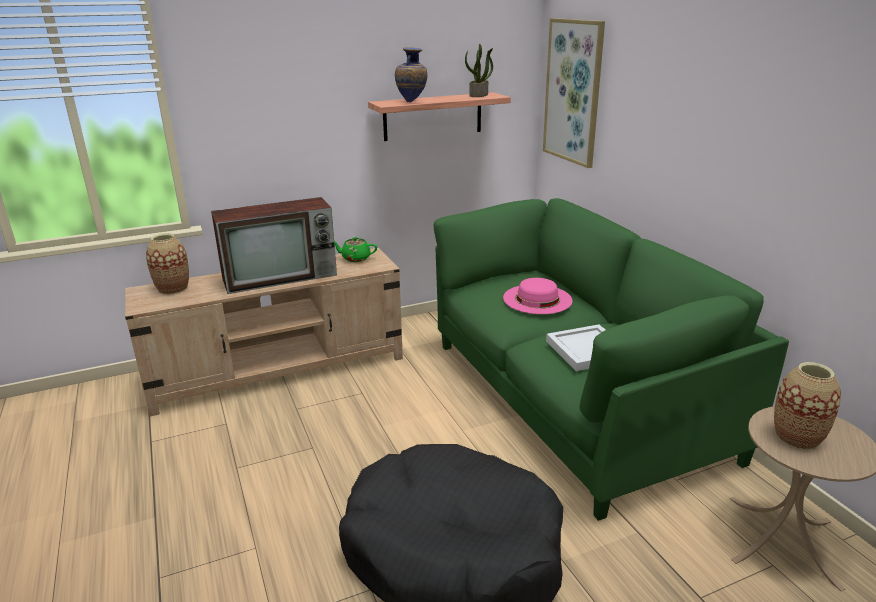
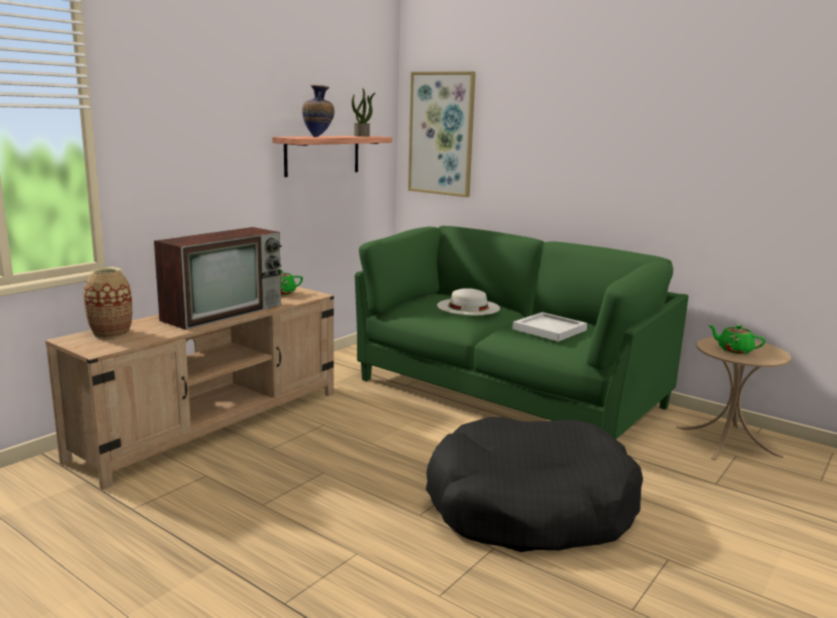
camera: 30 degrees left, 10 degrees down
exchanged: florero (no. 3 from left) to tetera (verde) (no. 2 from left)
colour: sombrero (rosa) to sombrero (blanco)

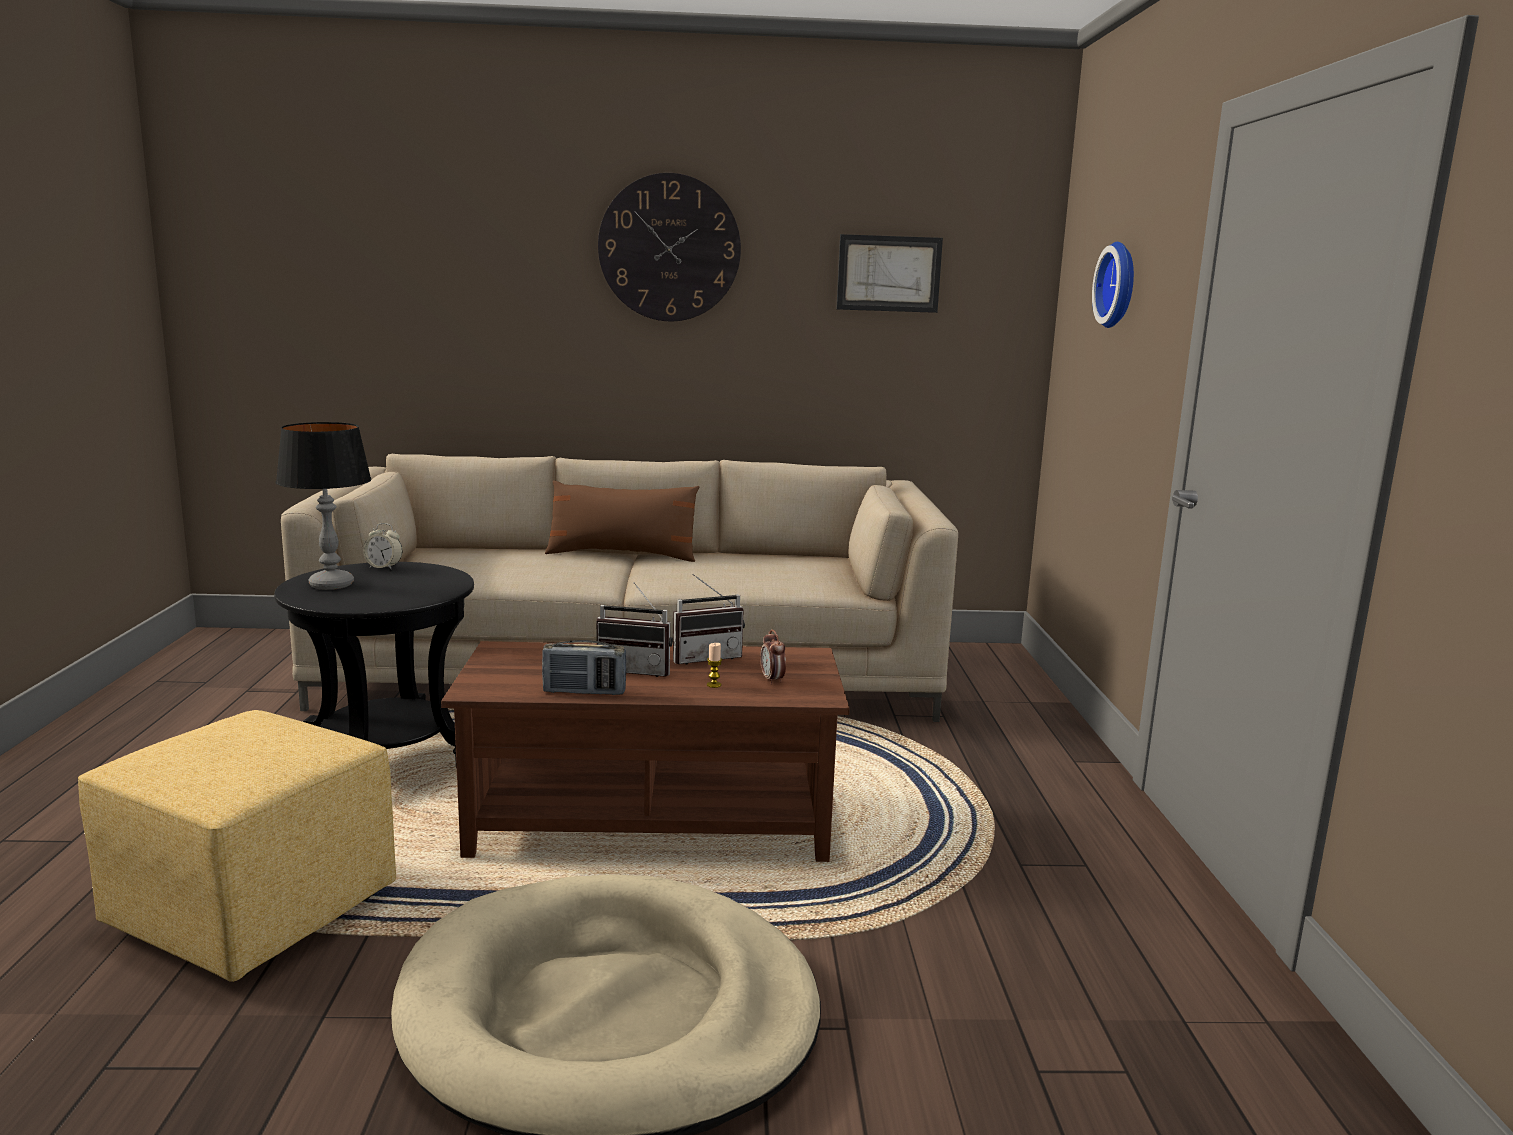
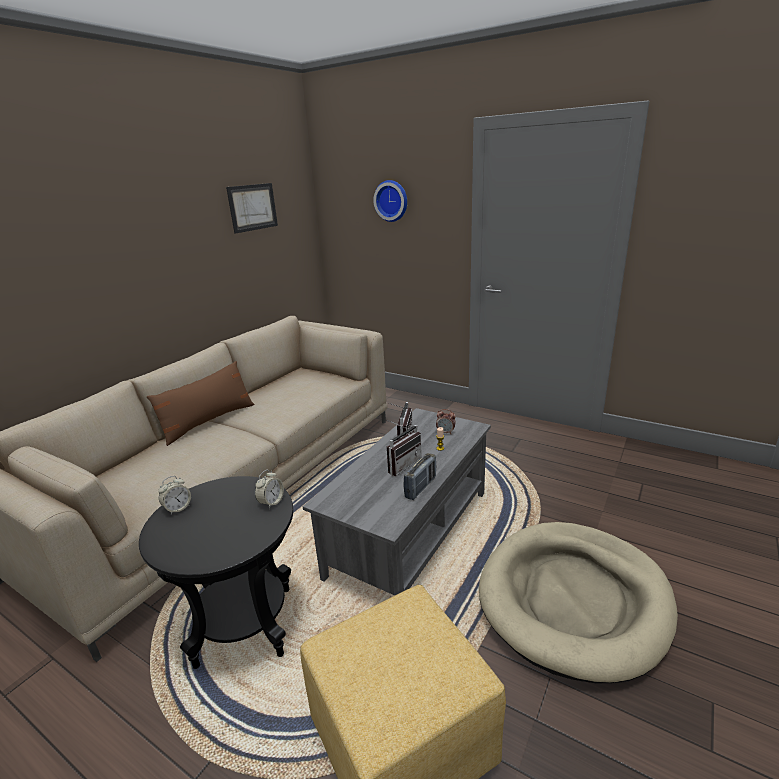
camera: 55 degrees left, 10 degrees up
missing: reloj de pared (no. 1 from left); lámpara de mesa
appeared: despertador (no. 2 from left)
colour: mesa de centro (marrón) to mesa de centro (gris)

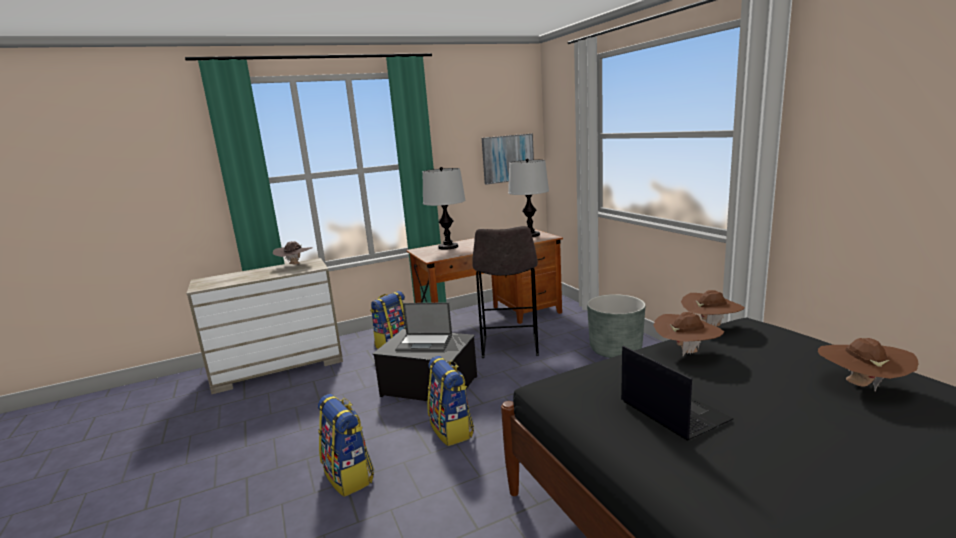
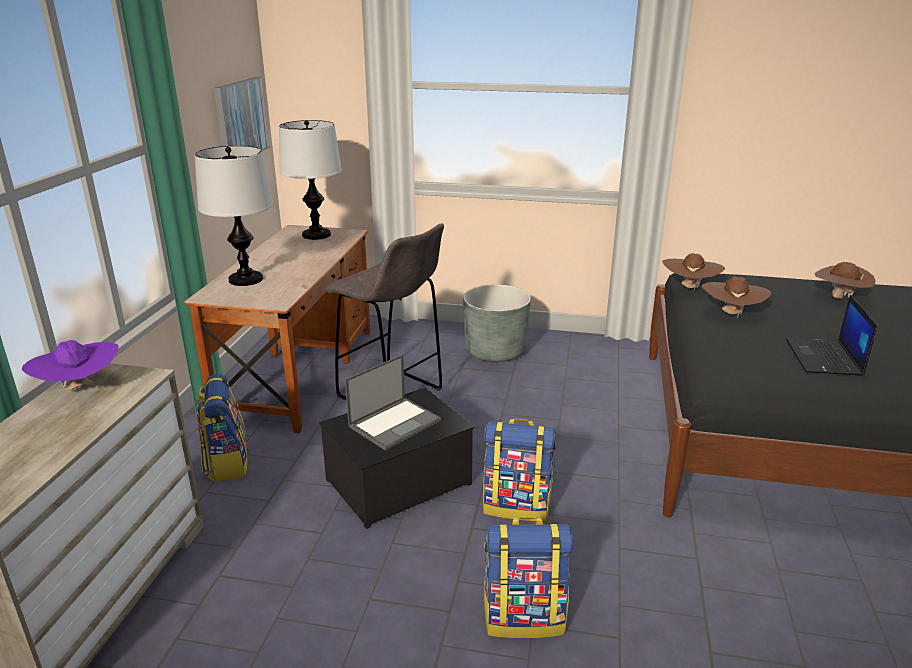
camera: 55 degrees left, 10 degrees up
colour: sombrero (marrón) (no. 1 from left) to sombrero (morado)
spun: portátil (no. 2 from left) 90 degrees counterclockwise

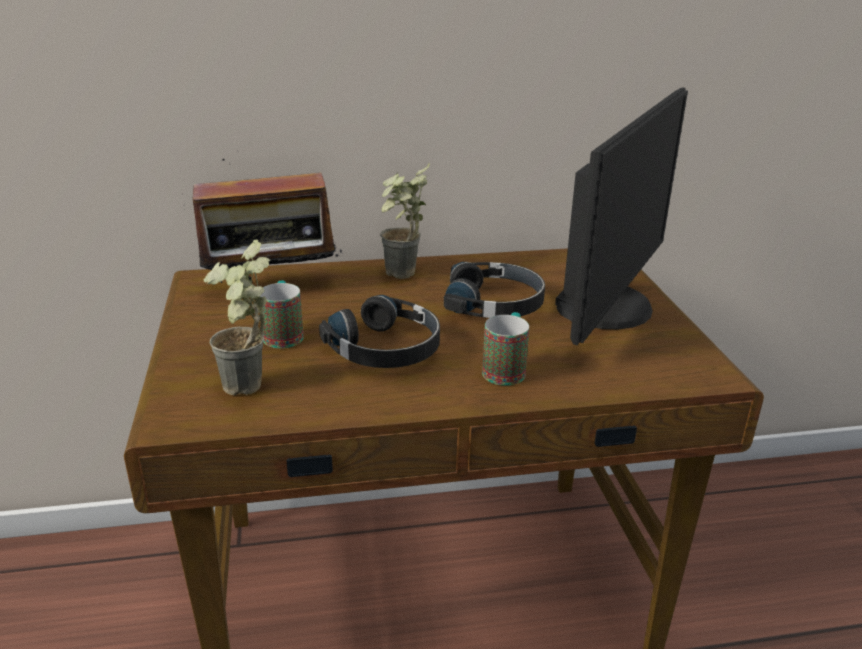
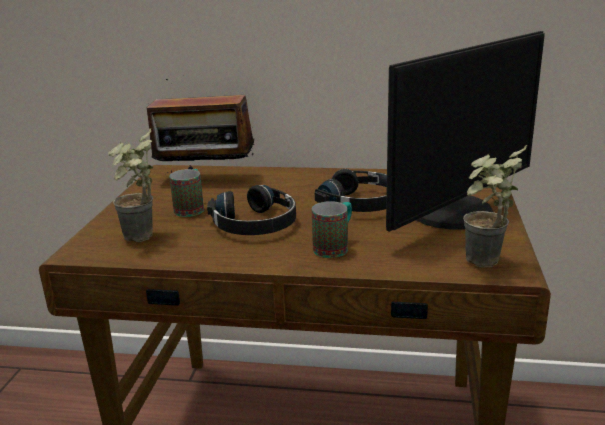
camera: 20 degrees right, 5 degrees down
relocated: planta en maceta (no. 2 from left)

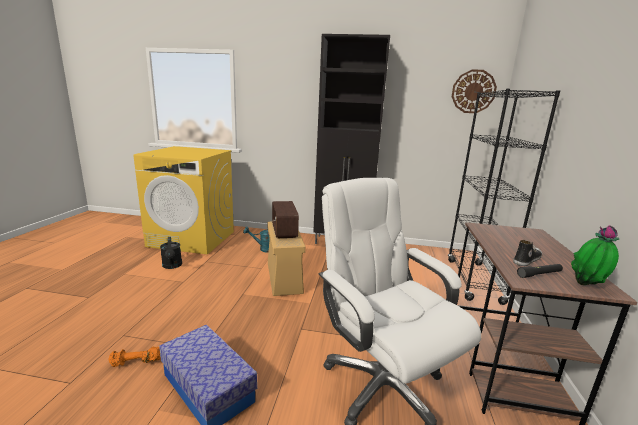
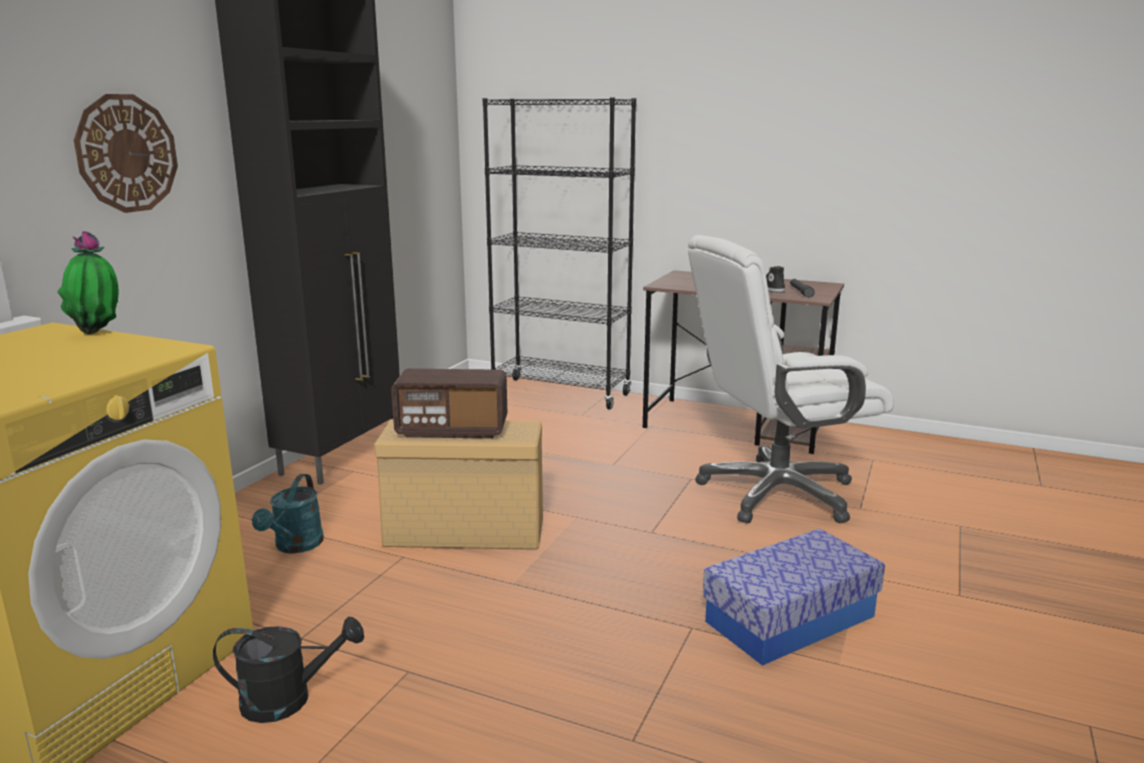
camera: 75 degrees left, 0 degrees up
missing: mancuerna (naranja)
relocated: reloj de pared; planta en maceta

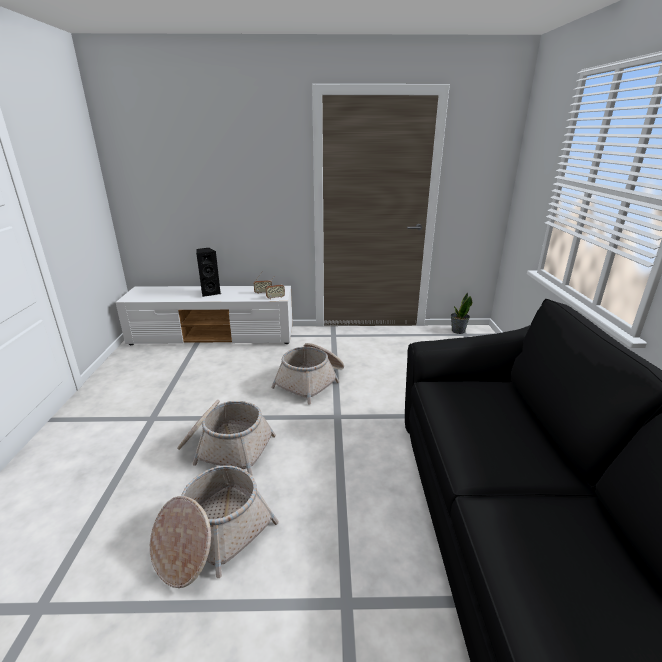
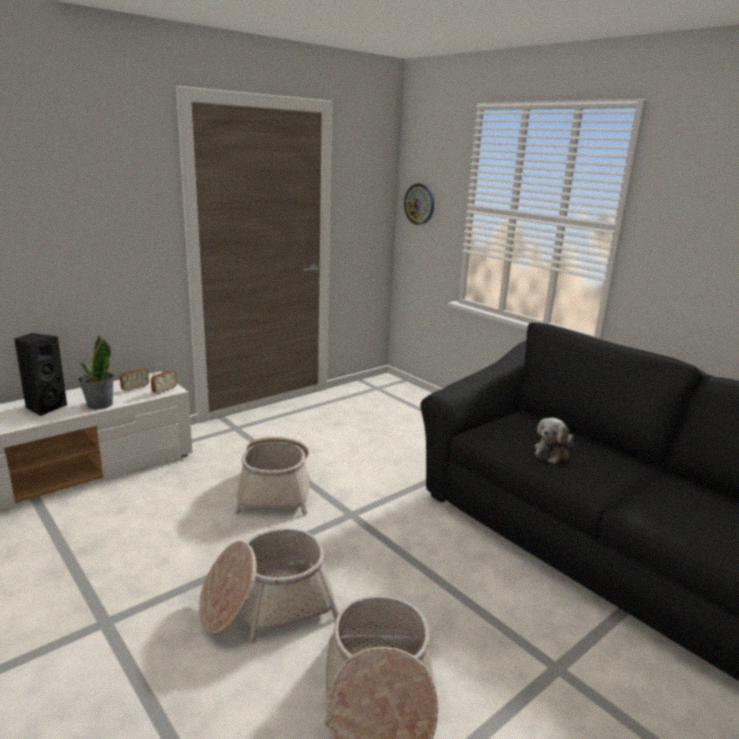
camera: 40 degrees left, 5 degrees down
appeared: reloj de pared; peluche
relocated: planta en maceta

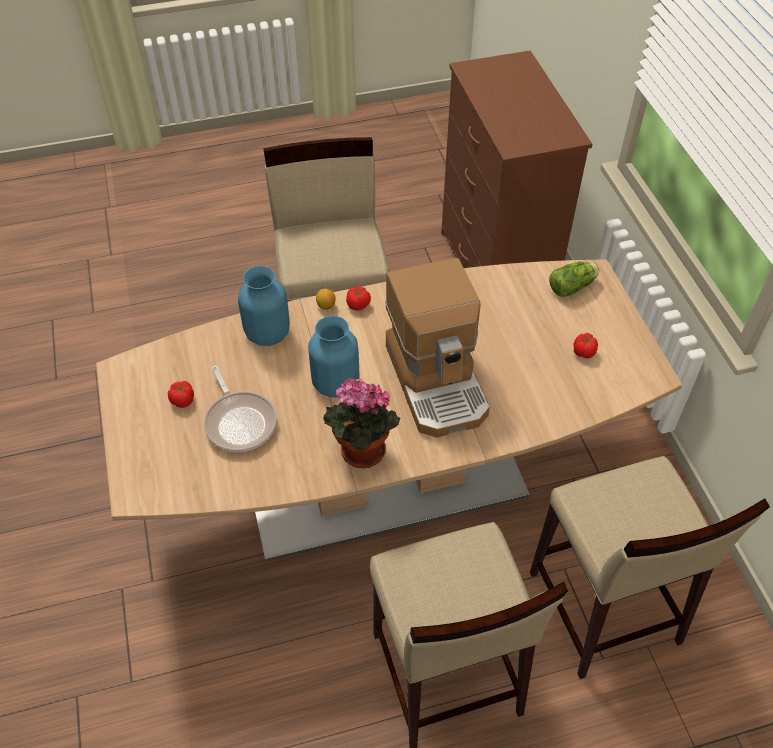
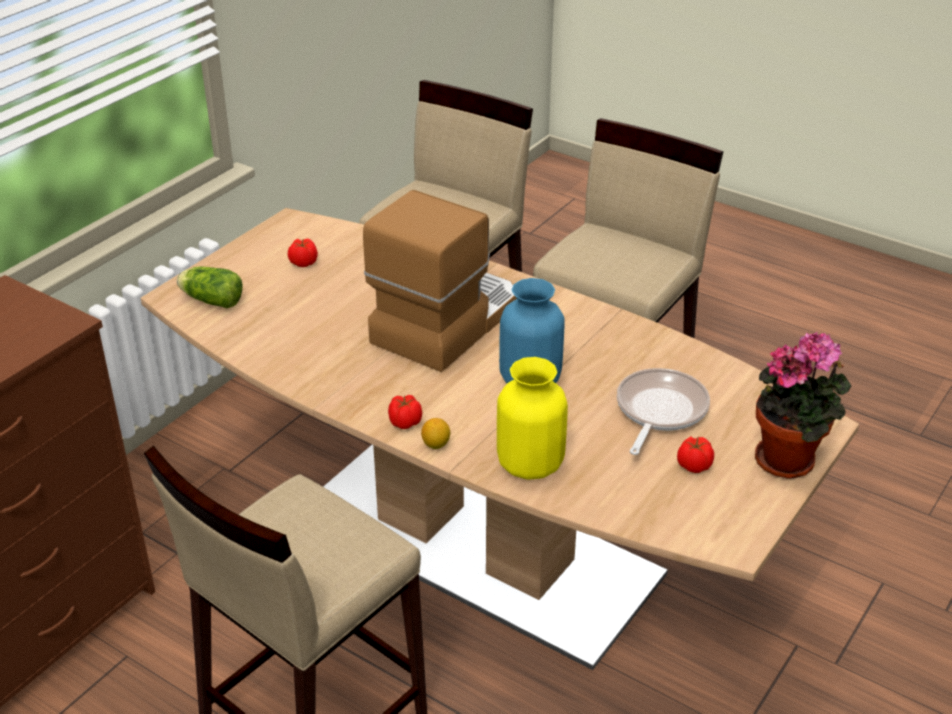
camera: 130 degrees left, 15 degrees down
relocated: planta en maceta
colour: florero (azul) (no. 1 from left) to florero (amarillo)

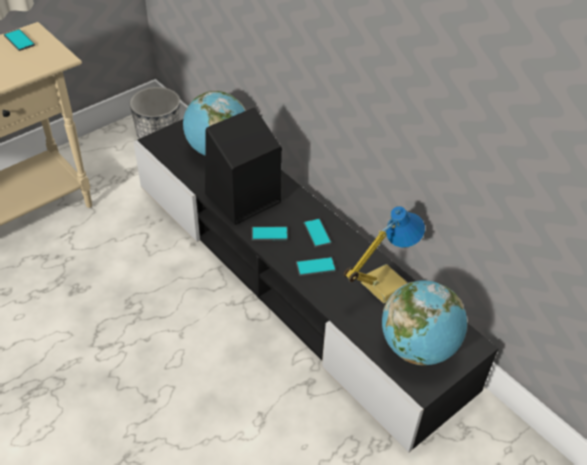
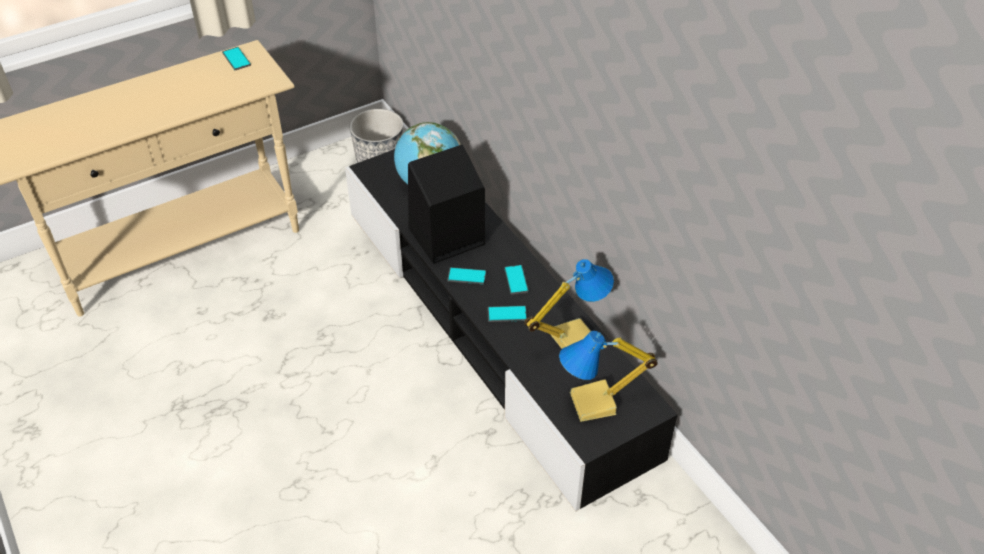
camera: 10 degrees right, 0 degrees up
exchanged: globo terráqueo (no. 2 from left) to lámpara de mesa (no. 2 from left)

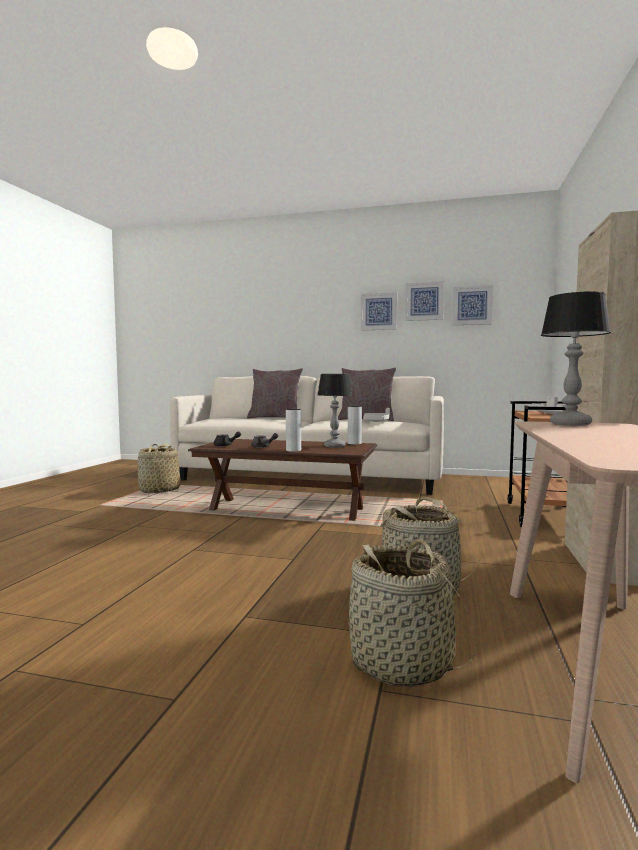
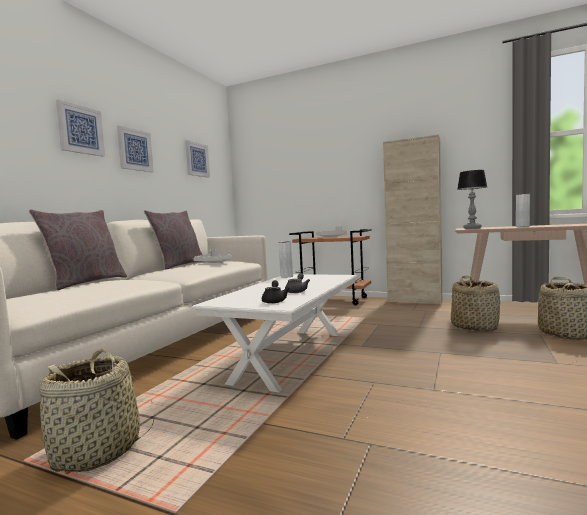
camera: 80 degrees left, 0 degrees up
missing: lámpara de mesa (no. 1 from left)
relocated: cuadro (no. 2 from left in the first image) to cuadro (no. 1 from left); florero (gris) (no. 1 from left in the first image) to florero (gris) (no. 2 from left)
colour: mesa de centro (marrón) to mesa de centro (blanco)

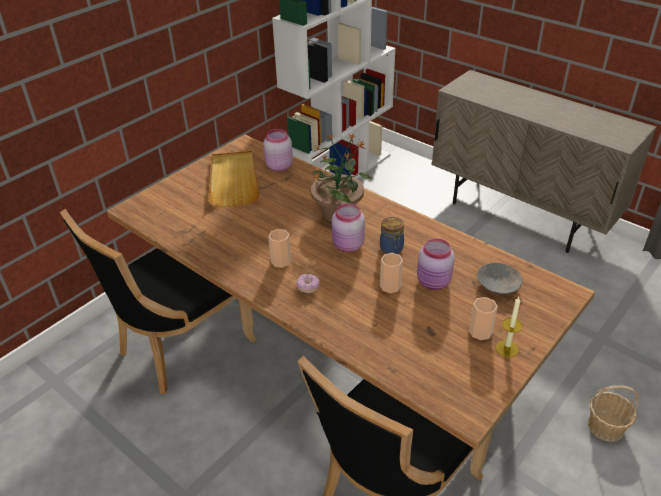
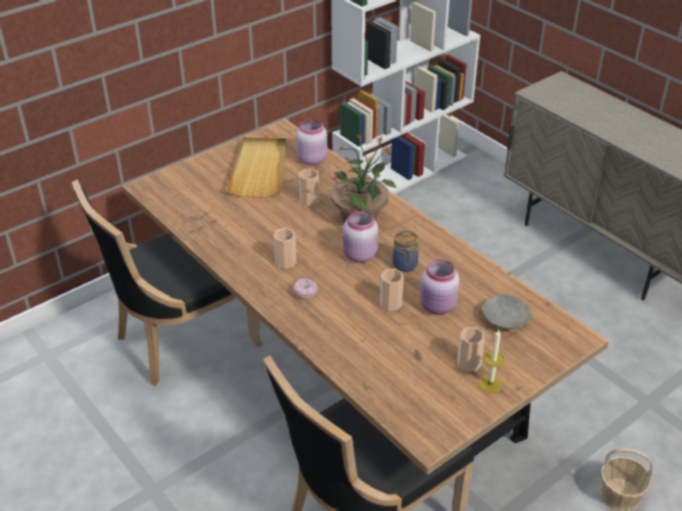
camera: 10 degrees right, 0 degrees up
appeared: taza (no. 2 from left)

